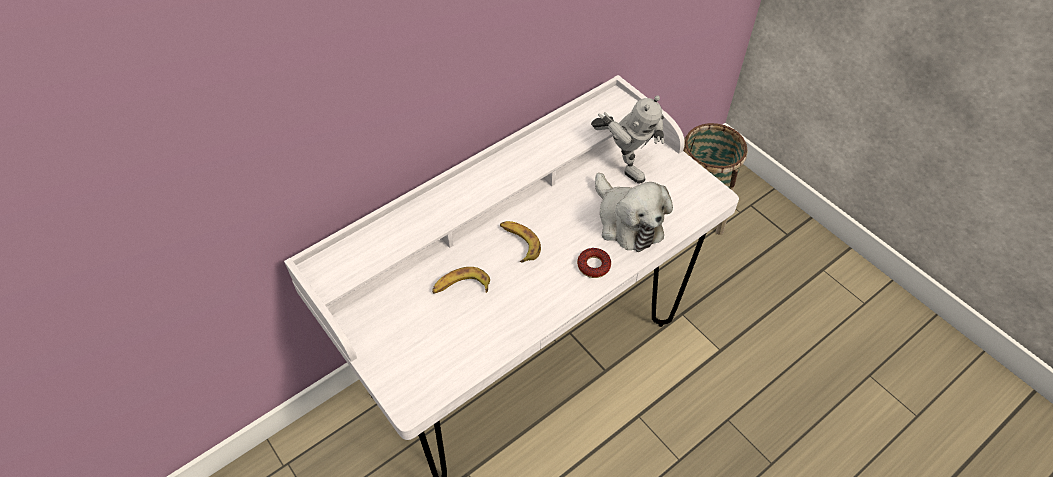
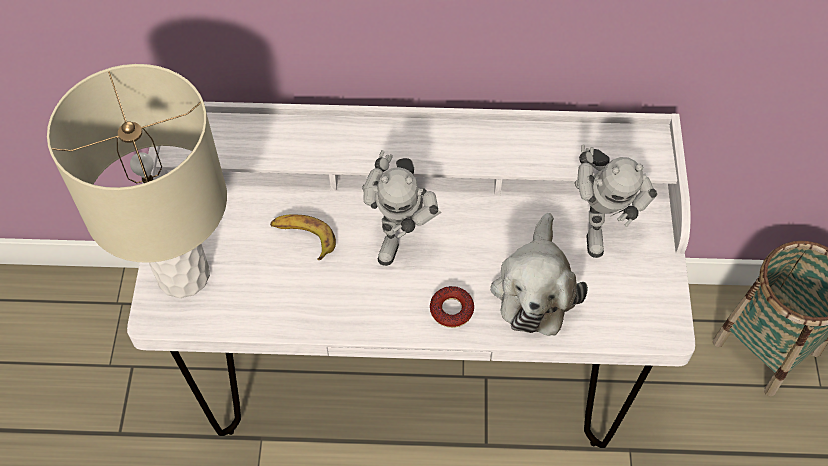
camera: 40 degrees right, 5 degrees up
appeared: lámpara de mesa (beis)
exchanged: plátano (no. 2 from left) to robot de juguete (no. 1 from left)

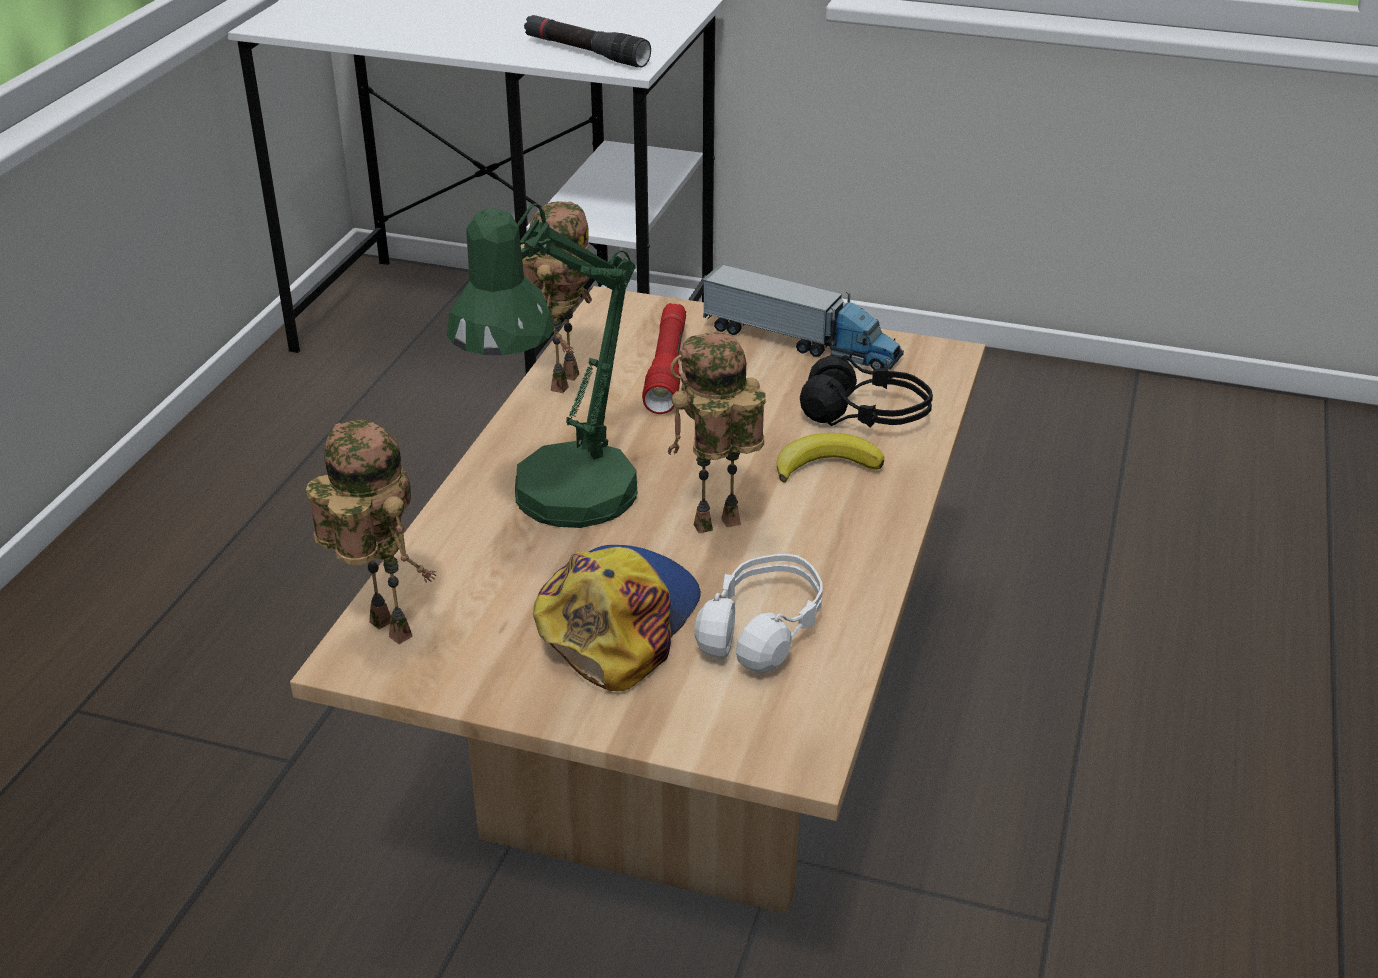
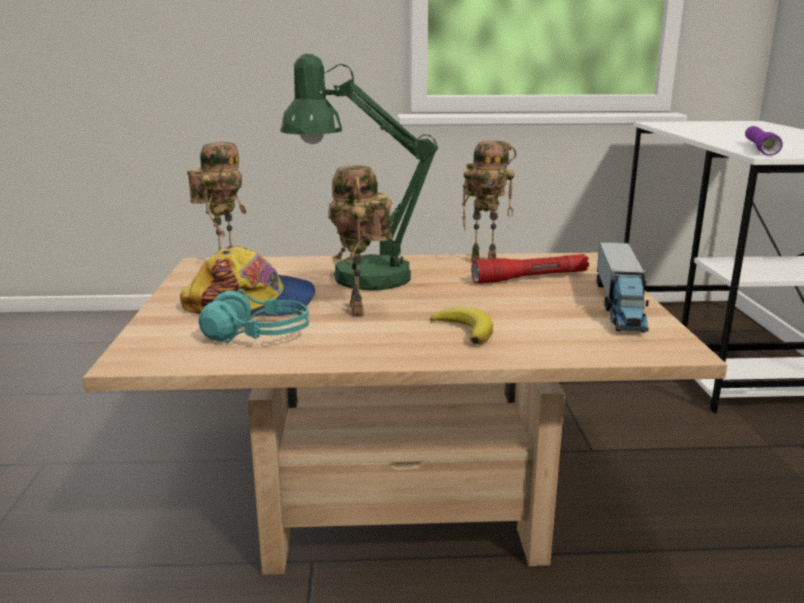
camera: 70 degrees right, 15 degrees down
missing: auriculares (negro)
colour: linterna (negro) to linterna (morado); auriculares (blanco) to auriculares (turquesa)
spun: robot de juguete (no. 3 from left in the first image) 150 degrees counterclockwise

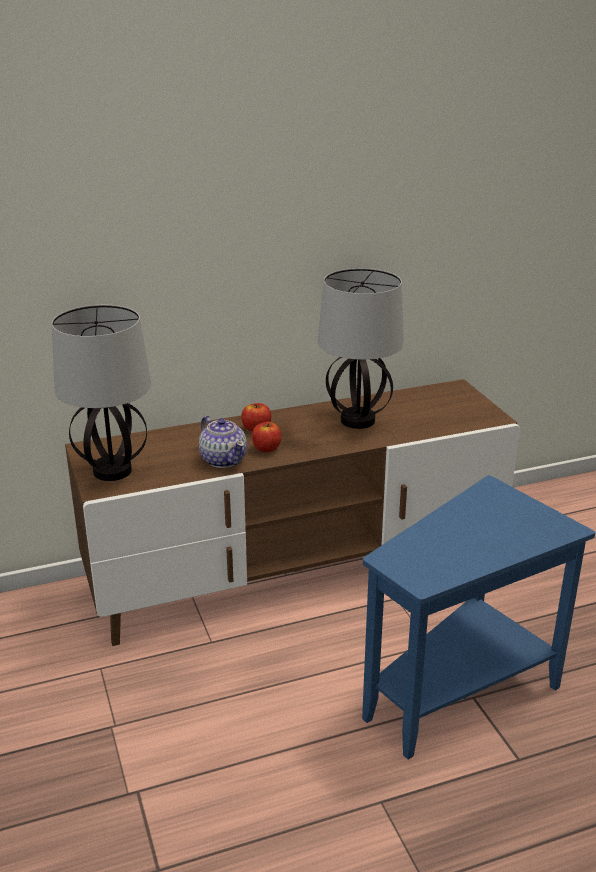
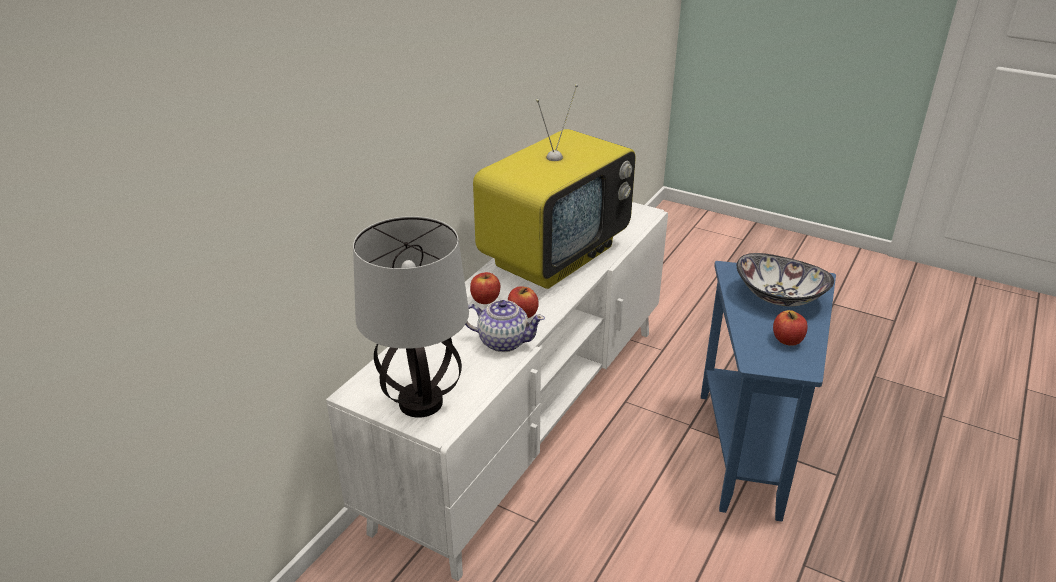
camera: 40 degrees left, 5 degrees up
appeared: cuenco; manzana (no. 3 from left)
exchanged: lámpara de mesa (no. 2 from left) to televisor
colour: mueble de televisión (marrón) to mueble de televisión (blanco)

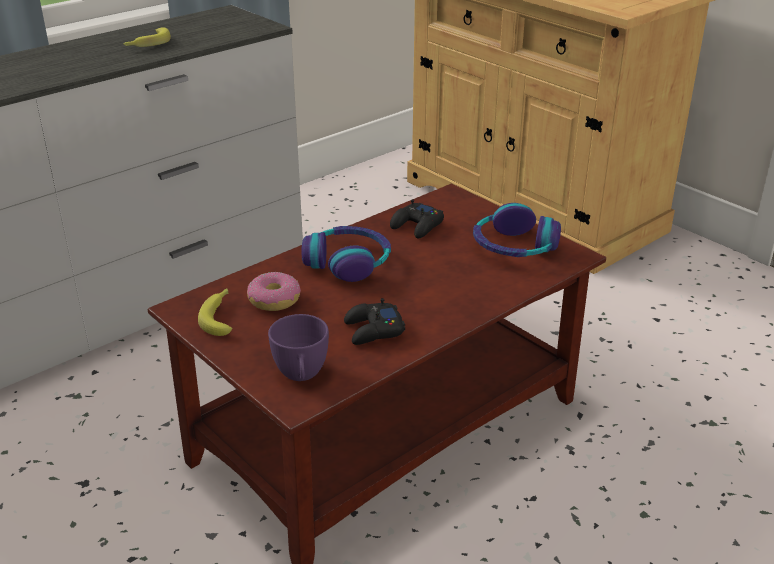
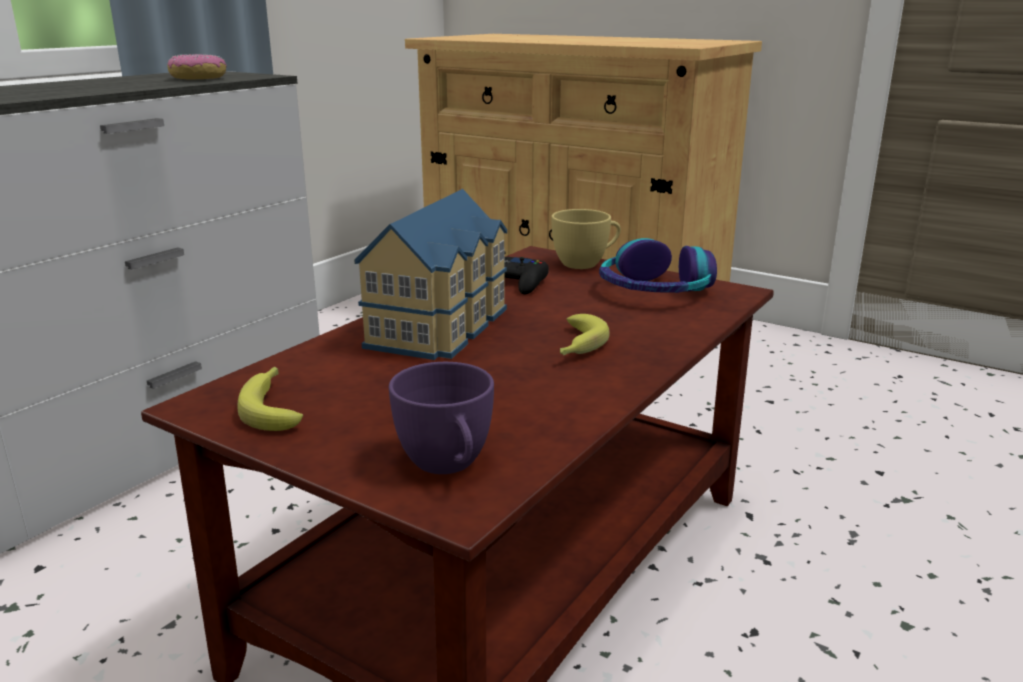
camera: 15 degrees left, 10 degrees down
missing: mando de consola (negro) (no. 1 from left)
appeared: taza (amarillo)
relocated: plátano (no. 1 from left in the first image) to plátano (no. 2 from left); rosquilla
exchanged: auriculares (no. 1 from left) to casita

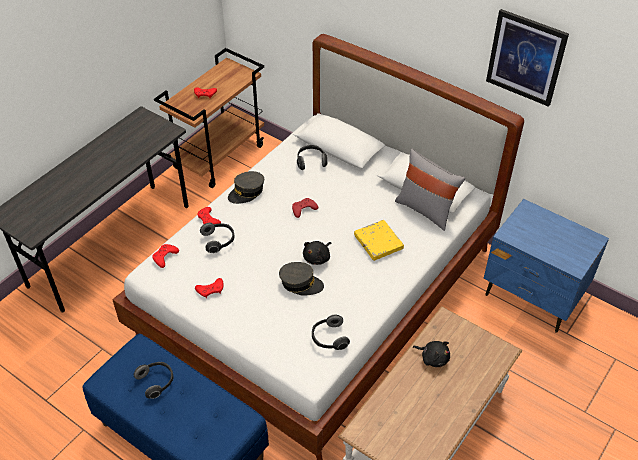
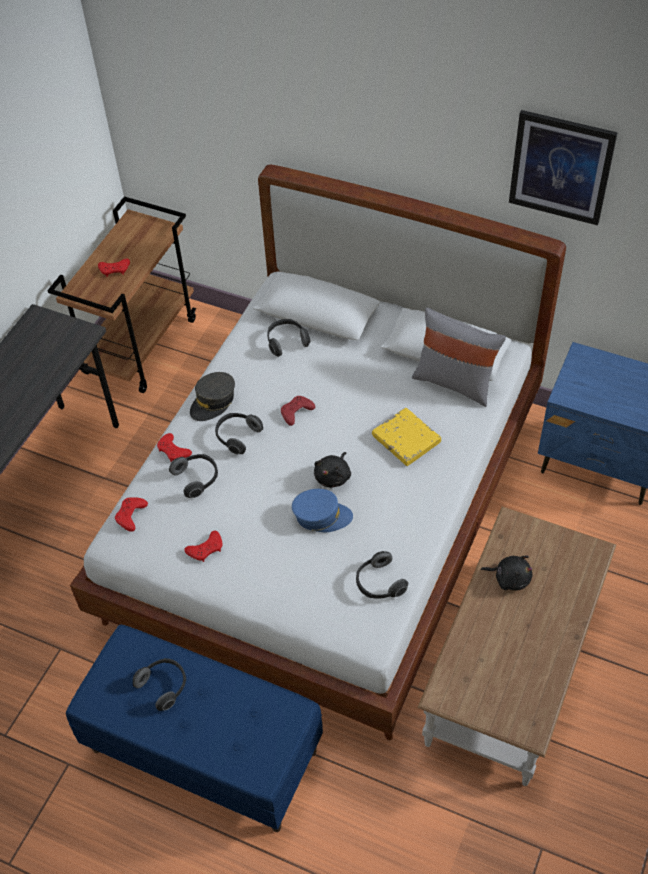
camera: 10 degrees left, 5 degrees up
appeared: auriculares (no. 3 from left)
colour: gorra (gris) (no. 2 from left) to gorra (azul)

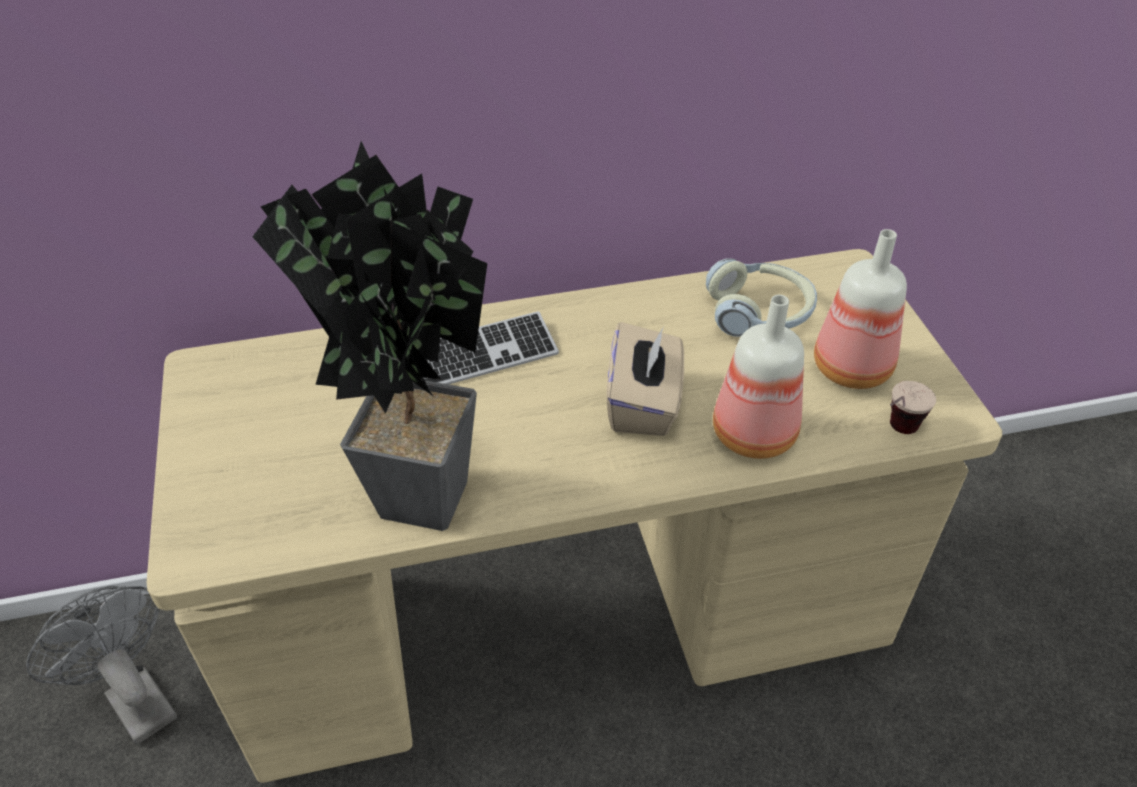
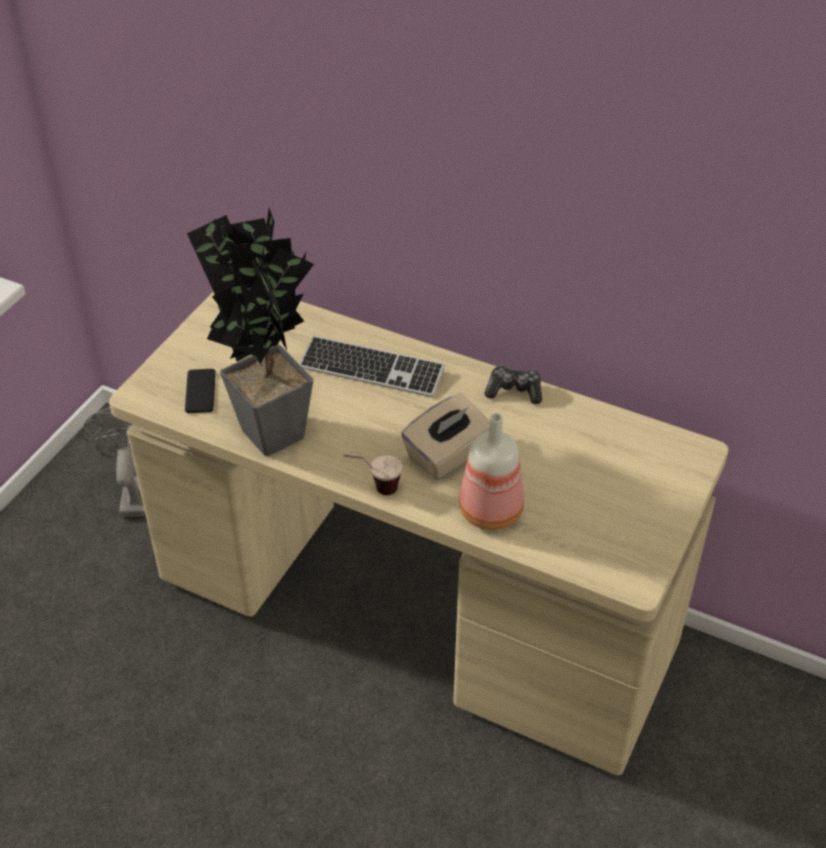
camera: 40 degrees right, 0 degrees up
missing: botella (no. 2 from left); auriculares
appeared: mando de consola; móvil
relocated: taza

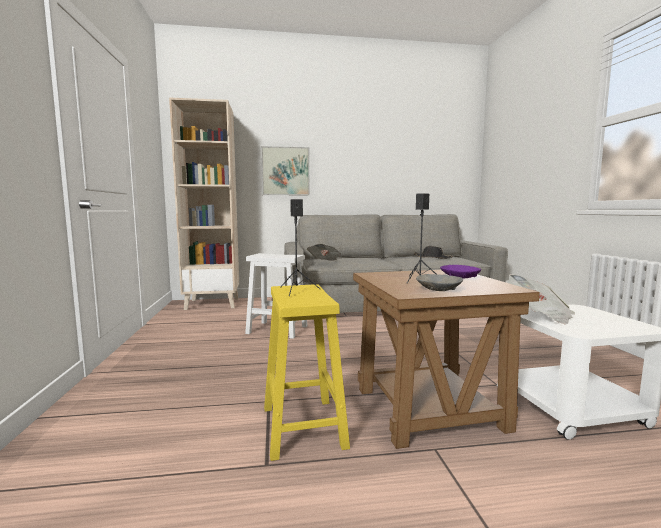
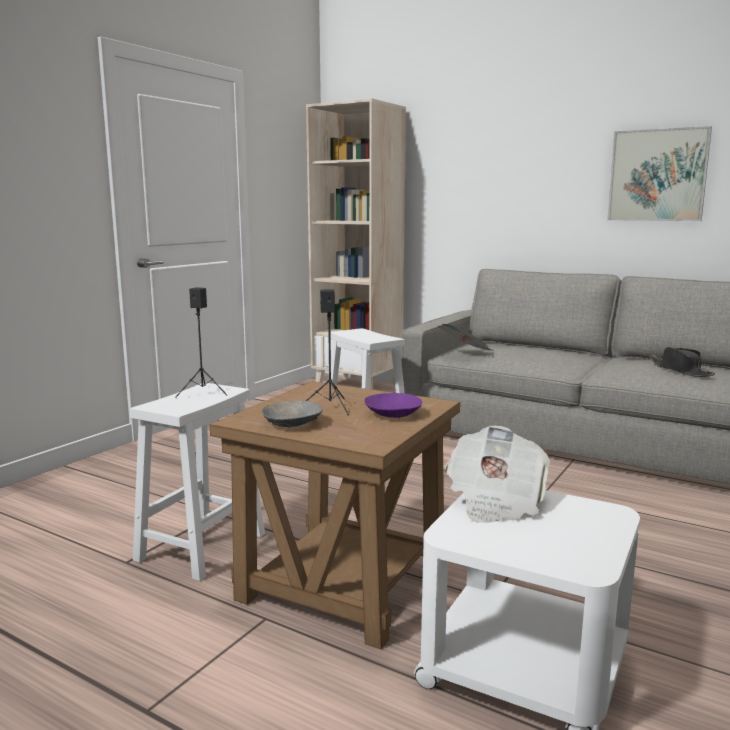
camera: 40 degrees right, 5 degrees up
relocated: cuadro
colour: taburete (amarillo) to taburete (blanco) (no. 1 from left)

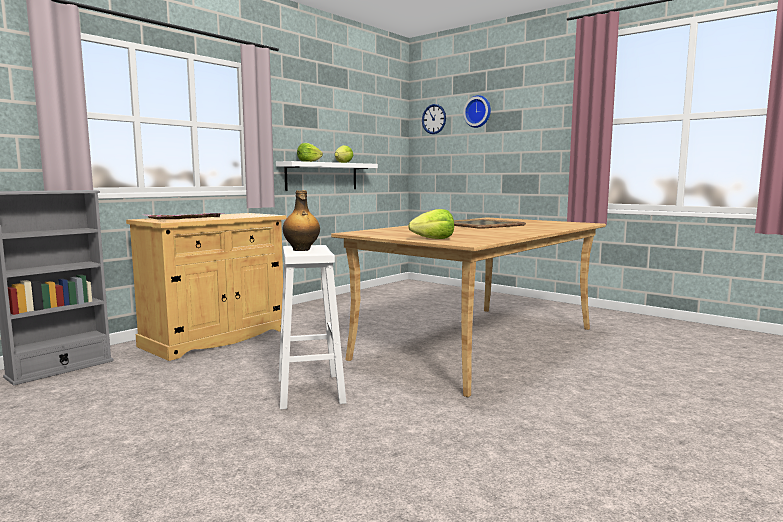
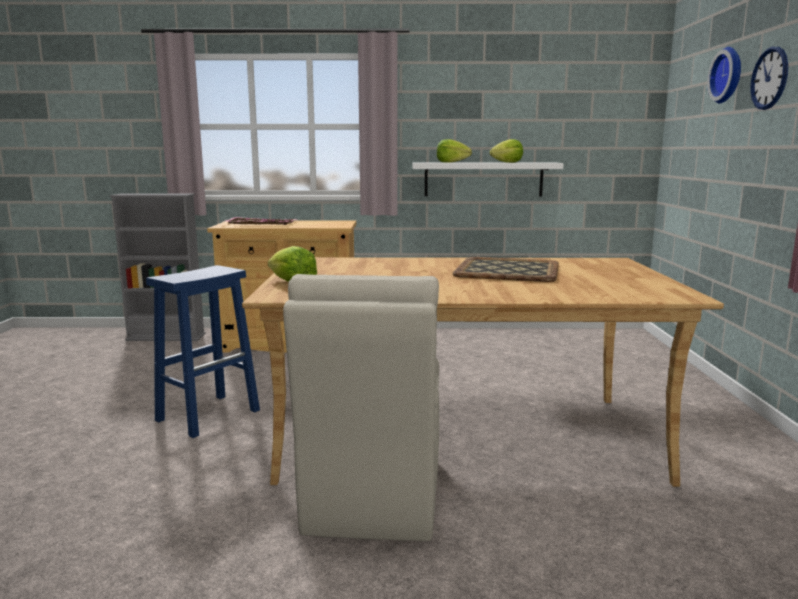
camera: 50 degrees right, 5 degrees up
missing: botella
appeared: silla (beis)
relocated: reloj de pared (no. 1 from left in the first image) to reloj de pared (no. 2 from left)
colour: taburete (blanco) to taburete (azul)

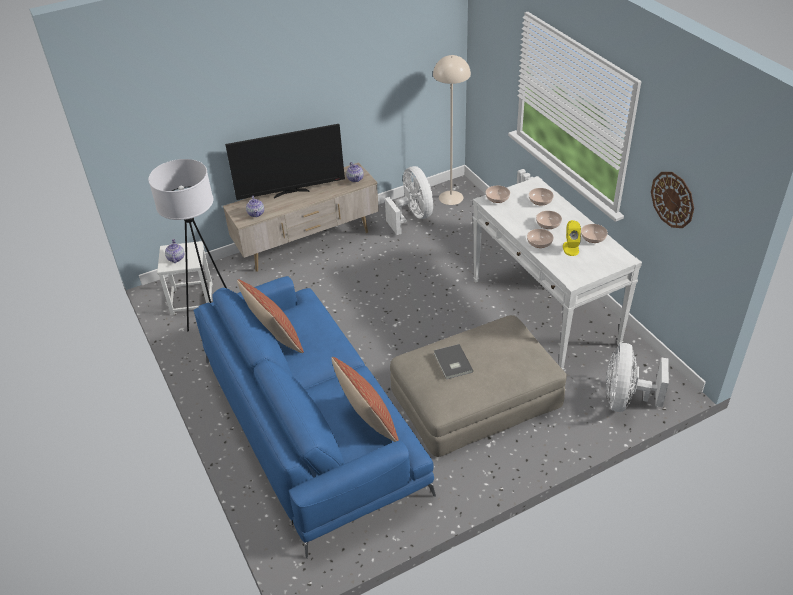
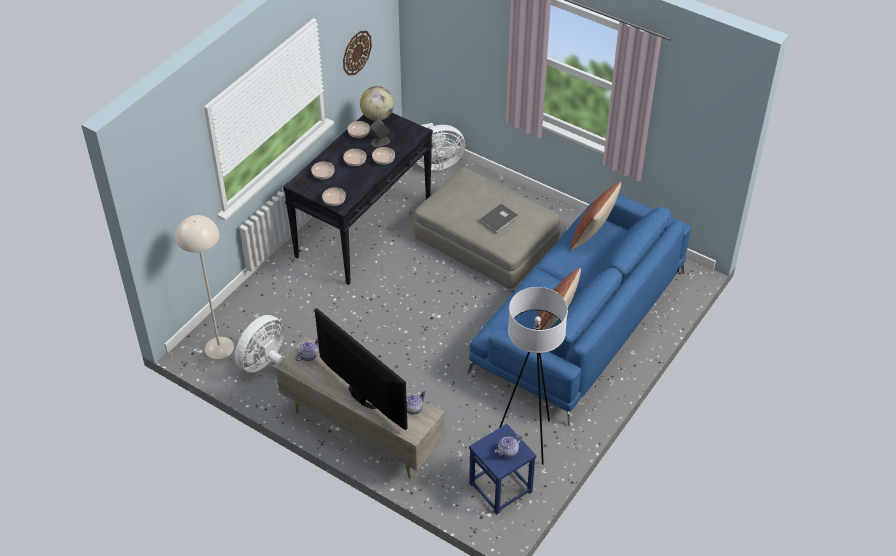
camera: 120 degrees left, 5 degrees up
appeared: globo terráqueo
colour: mesa consola (blanco) to mesa consola (negro); altavoz (amarillo) to altavoz (gris); taburete (blanco) to taburete (azul)

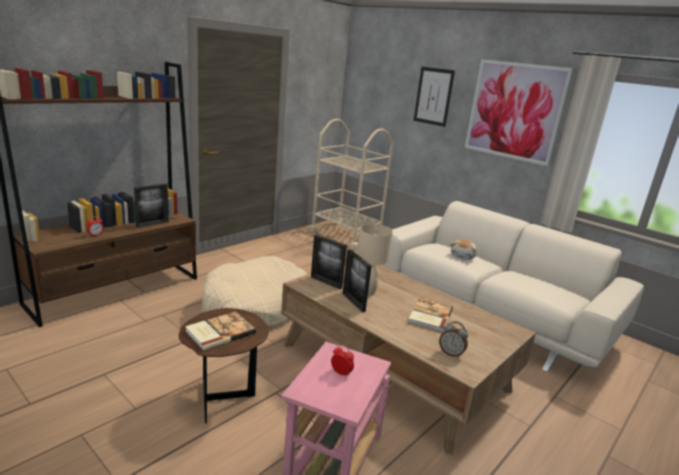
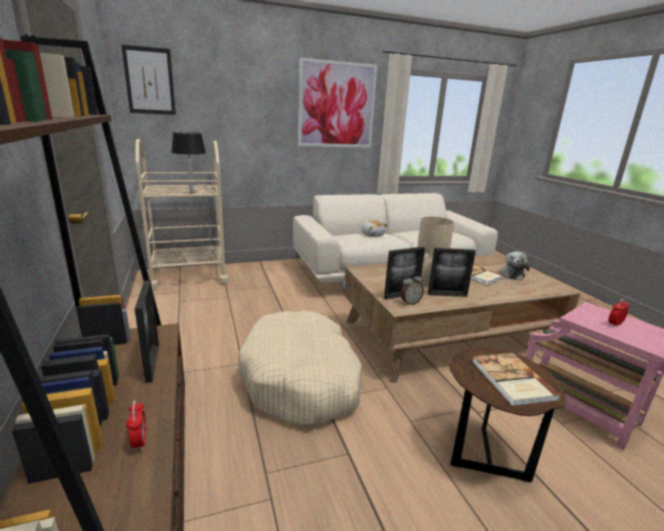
camera: 60 degrees left, 0 degrees up
appeared: lámpara de mesa (negro); peluche (no. 2 from left)
relocated: cuadro (no. 1 from left); despertador (no. 3 from left in the first image) to despertador (no. 2 from left)

